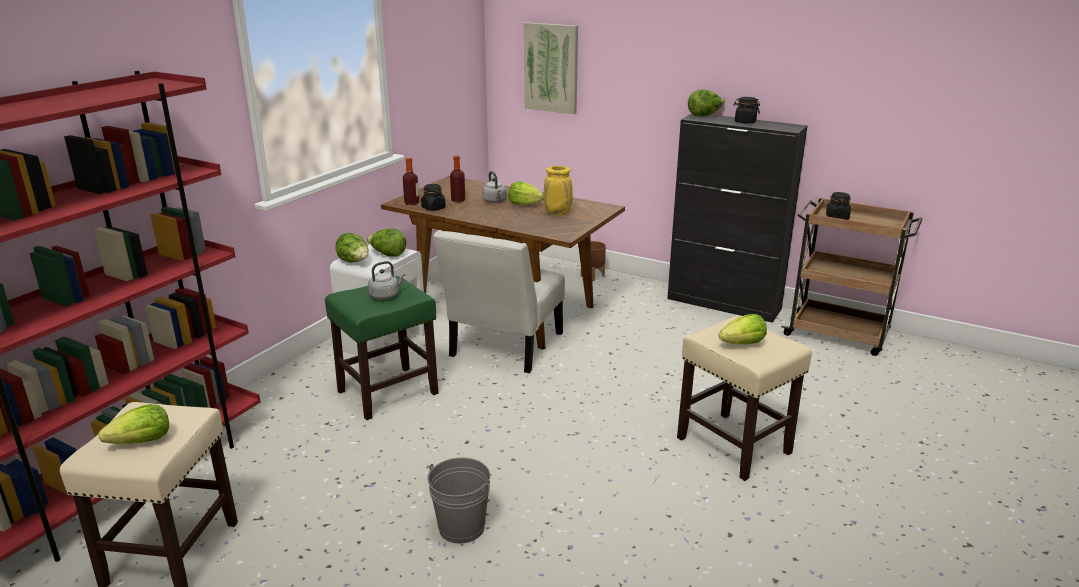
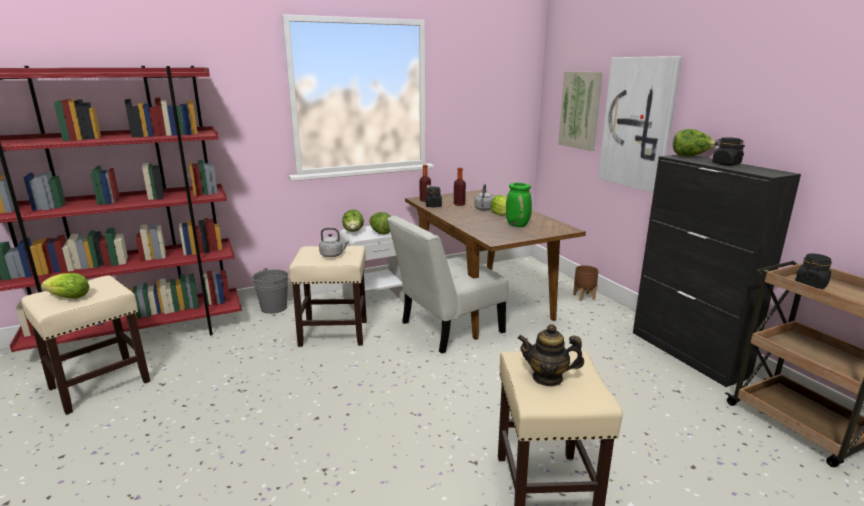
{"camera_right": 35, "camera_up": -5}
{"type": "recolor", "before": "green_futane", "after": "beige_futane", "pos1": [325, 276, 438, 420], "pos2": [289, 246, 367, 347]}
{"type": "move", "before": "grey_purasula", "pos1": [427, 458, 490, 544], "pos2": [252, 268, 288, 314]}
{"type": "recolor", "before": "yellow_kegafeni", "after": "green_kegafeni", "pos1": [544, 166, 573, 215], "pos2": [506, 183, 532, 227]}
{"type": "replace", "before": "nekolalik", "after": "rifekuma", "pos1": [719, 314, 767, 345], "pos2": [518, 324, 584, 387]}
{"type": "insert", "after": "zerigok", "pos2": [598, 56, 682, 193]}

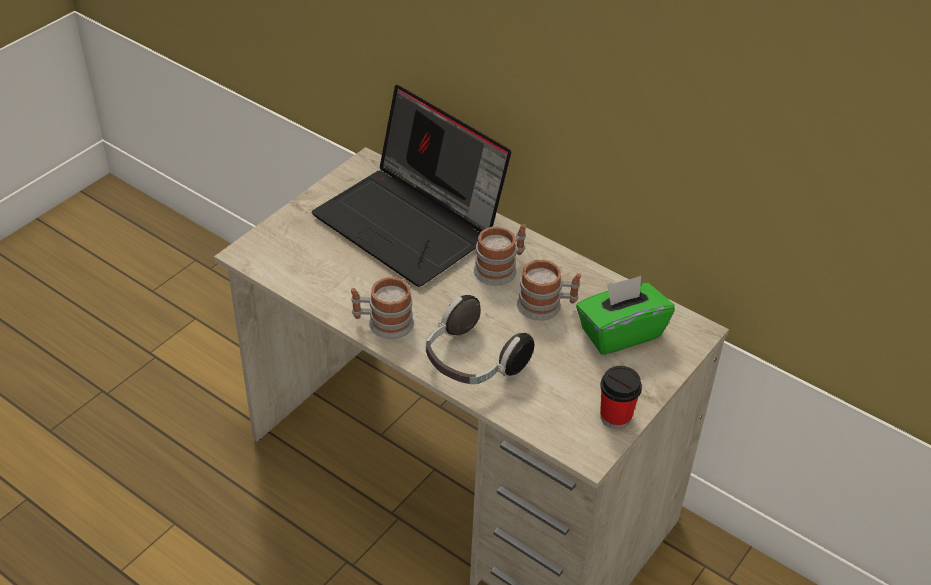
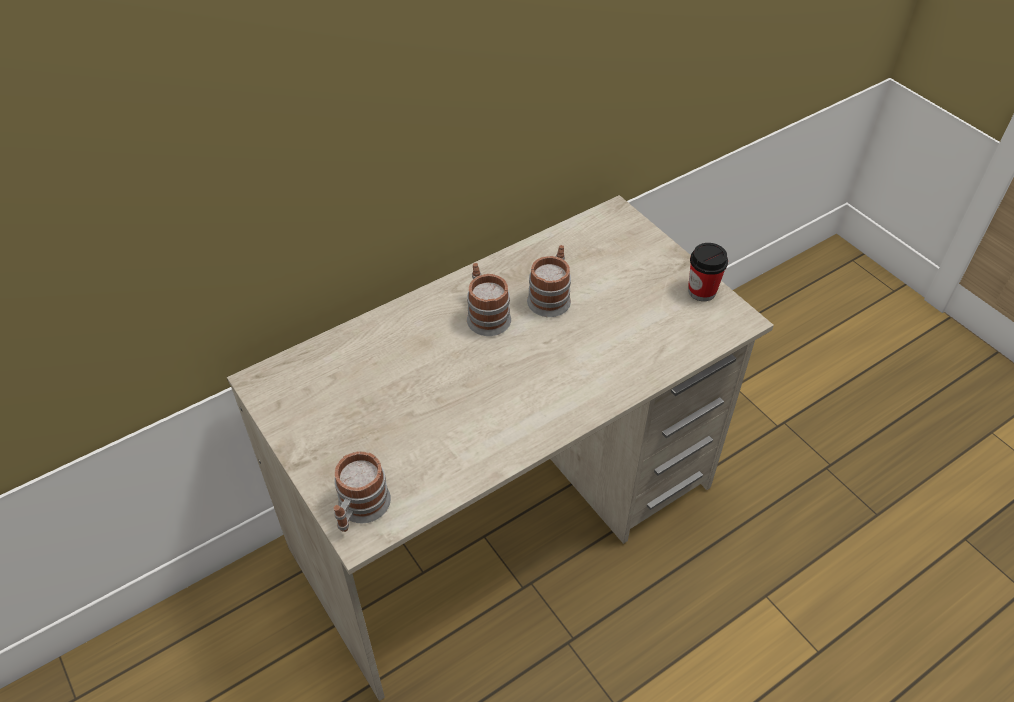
{"camera_right": -70, "camera_up": 5}
{"type": "delete", "before": "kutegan", "pos1": [312, 85, 511, 287]}
{"type": "move", "before": "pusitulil", "pos1": [351, 277, 414, 340], "pos2": [334, 451, 391, 532]}
{"type": "delete", "before": "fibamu", "pos1": [426, 295, 534, 384]}
{"type": "delete", "before": "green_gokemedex", "pos1": [576, 276, 675, 355]}

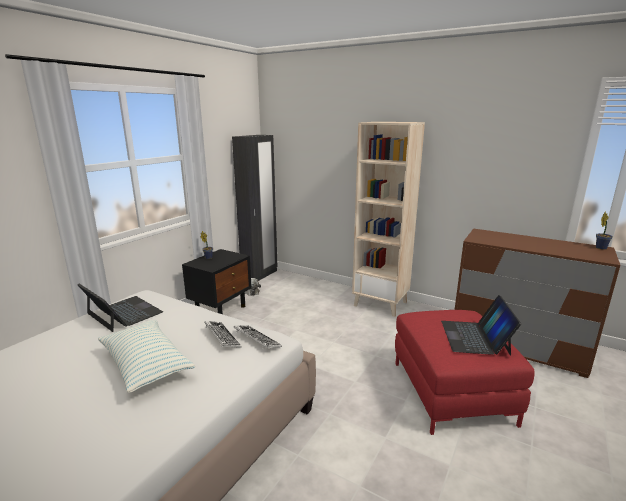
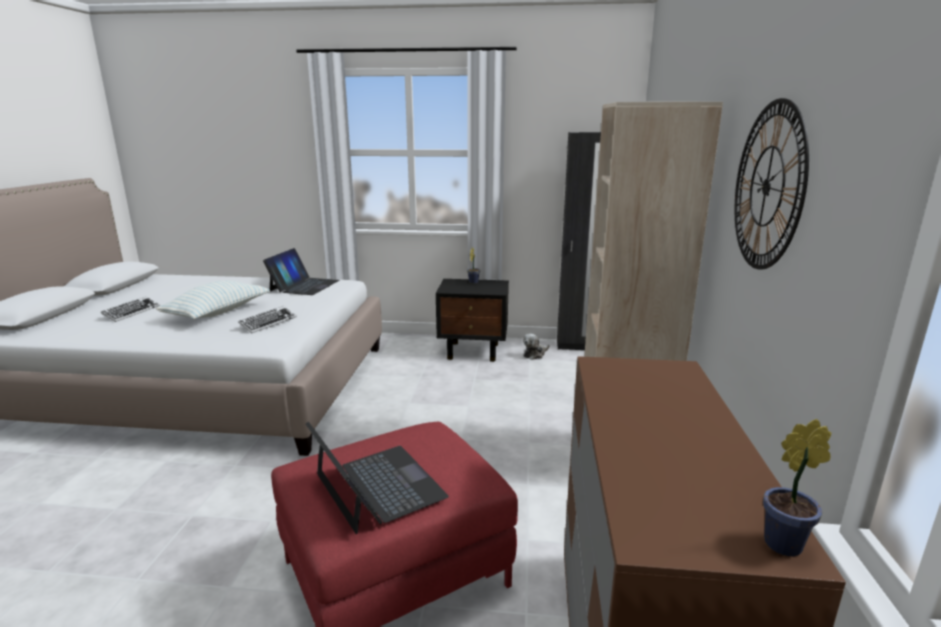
{"camera_right": 65, "camera_up": 0}
{"type": "move", "before": "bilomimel", "pos1": [233, 325, 282, 348], "pos2": [101, 297, 160, 322]}
{"type": "rotate", "before": "kutegan", "pos1": [441, 295, 521, 356], "pos2": [306, 422, 449, 534], "turn": 75}
{"type": "insert", "after": "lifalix", "pos2": [735, 98, 809, 269]}

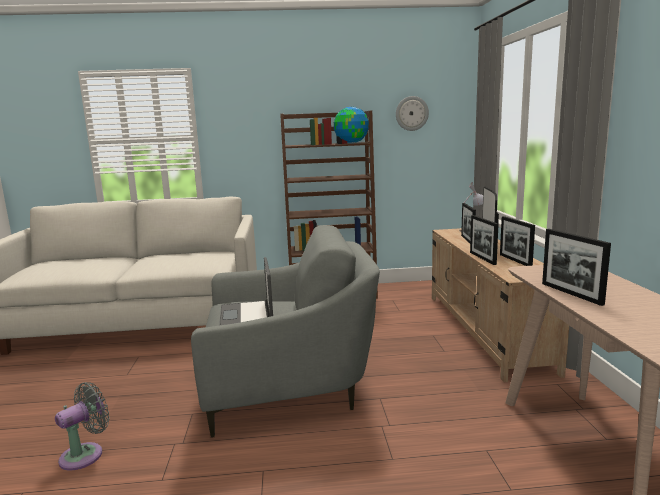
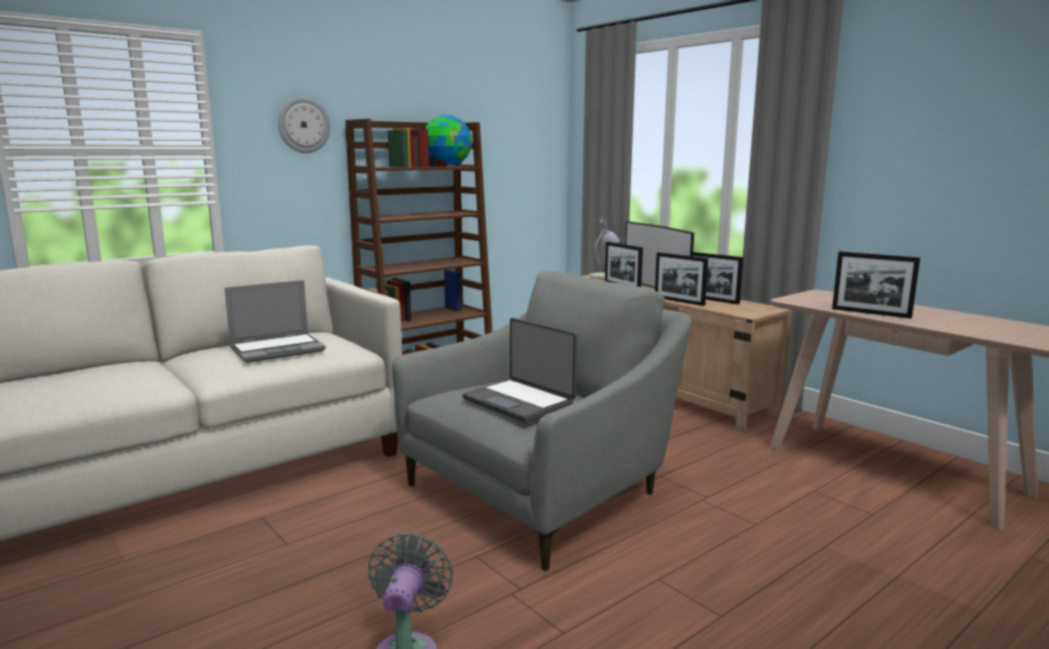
{"camera_right": -35, "camera_up": 0}
{"type": "move", "before": "lifalix", "pos1": [396, 96, 429, 131], "pos2": [278, 97, 330, 153]}
{"type": "insert", "after": "kutegan", "pos2": [225, 280, 326, 363]}

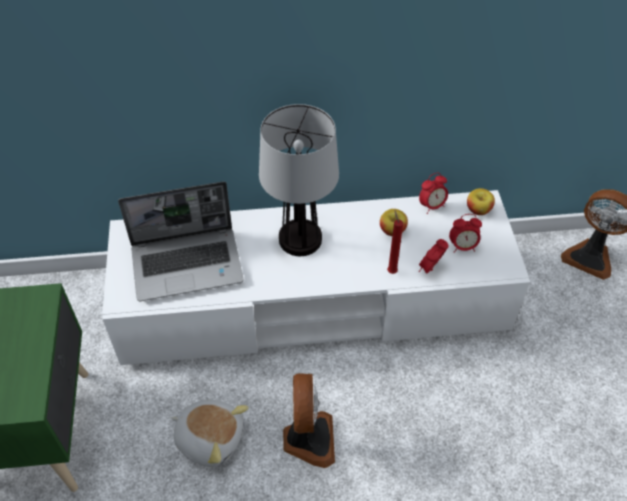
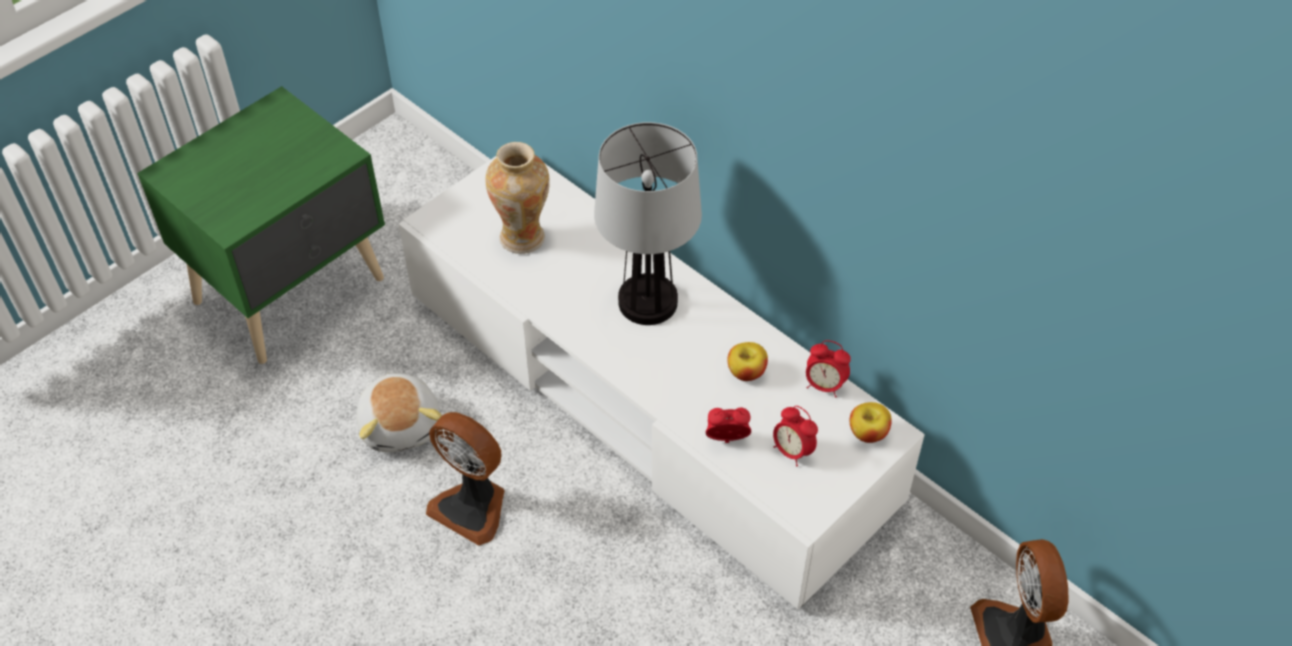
{"camera_right": 50, "camera_up": 0}
{"type": "replace", "before": "kutegan", "after": "kegafeni", "pos1": [118, 181, 244, 301], "pos2": [485, 142, 550, 254]}
{"type": "rotate", "before": "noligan", "pos1": [283, 373, 335, 468], "pos2": [426, 412, 505, 546], "turn": 75}
{"type": "delete", "before": "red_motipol", "pos1": [387, 211, 403, 274]}

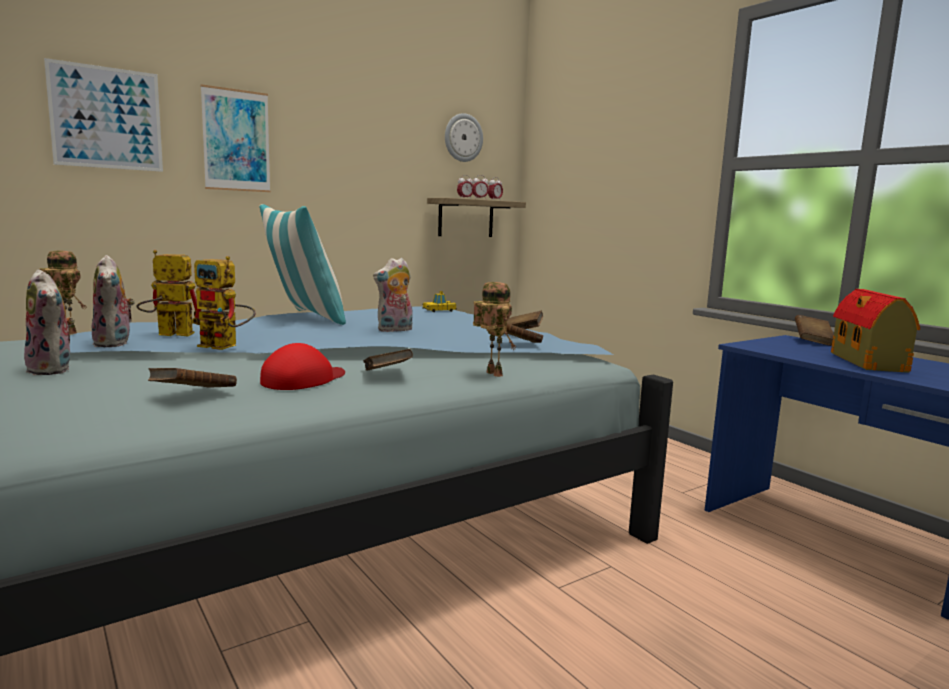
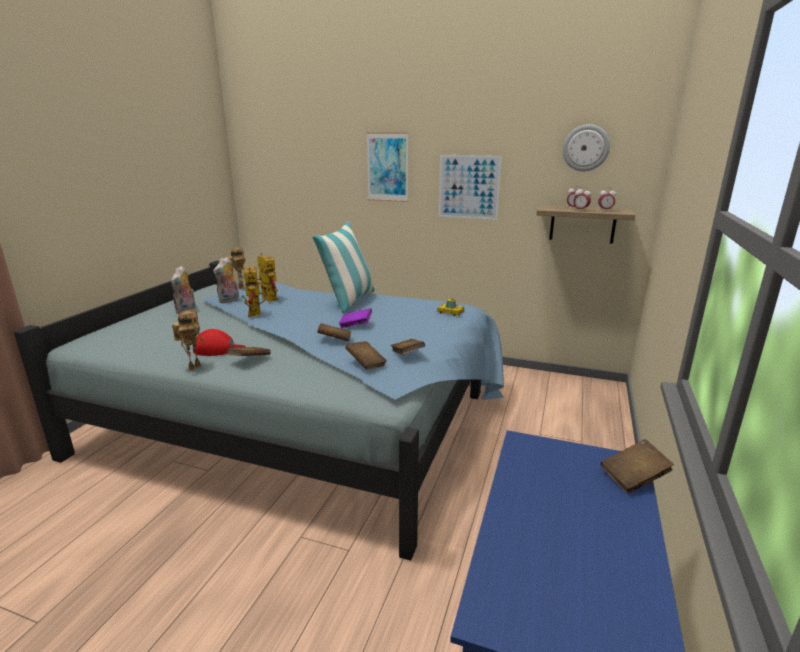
{"camera_right": 55, "camera_up": 10}
{"type": "move", "before": "zerigok", "pos1": [44, 58, 163, 172], "pos2": [438, 155, 502, 220]}
{"type": "move", "before": "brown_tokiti", "pos1": [148, 368, 237, 387], "pos2": [317, 323, 351, 341]}
{"type": "replace", "before": "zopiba", "after": "purple_tokiti", "pos1": [373, 258, 413, 332], "pos2": [339, 308, 372, 328]}
{"type": "move", "before": "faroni", "pos1": [473, 282, 516, 377], "pos2": [172, 310, 204, 371]}
{"type": "delete", "before": "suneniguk", "pos1": [831, 289, 920, 373]}

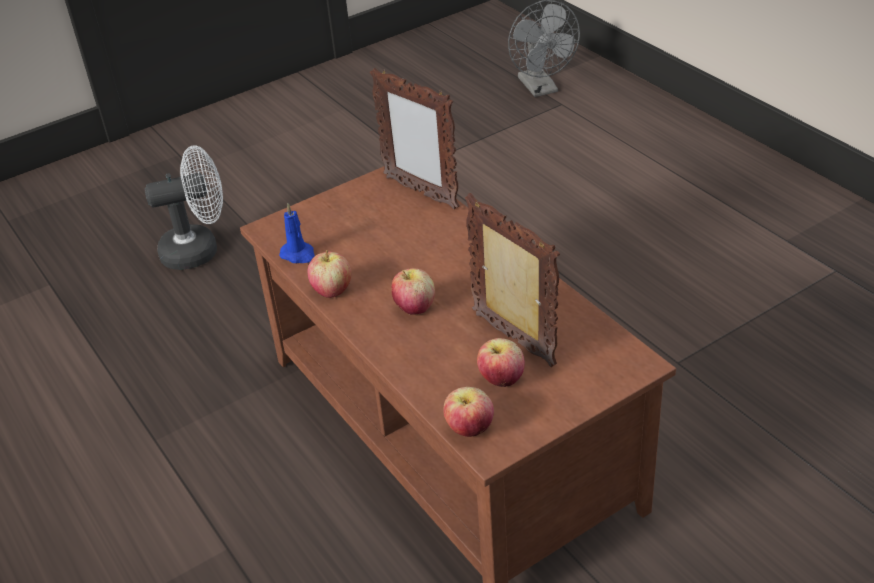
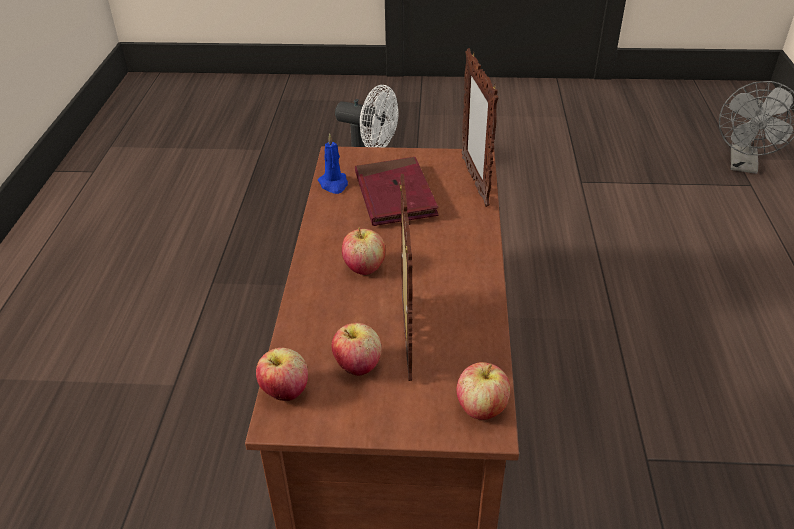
{"camera_right": 35, "camera_up": 0}
{"type": "move", "before": "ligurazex", "pos1": [307, 250, 351, 298], "pos2": [457, 362, 511, 420]}
{"type": "insert", "after": "red_tokiti", "pos2": [355, 157, 439, 226]}

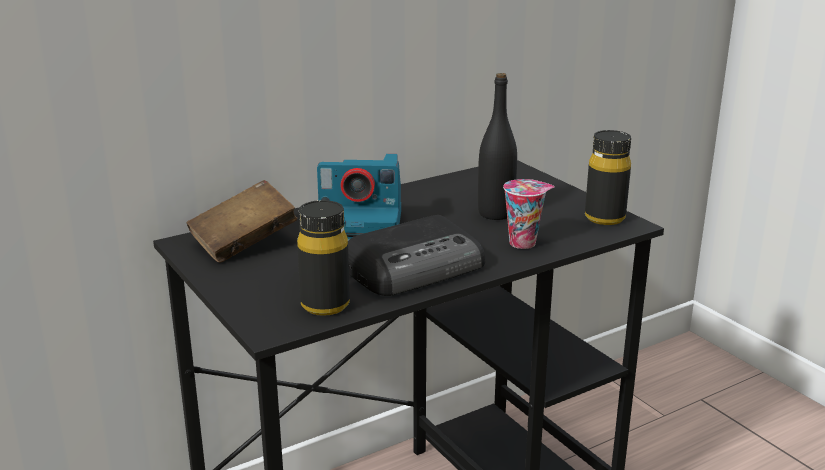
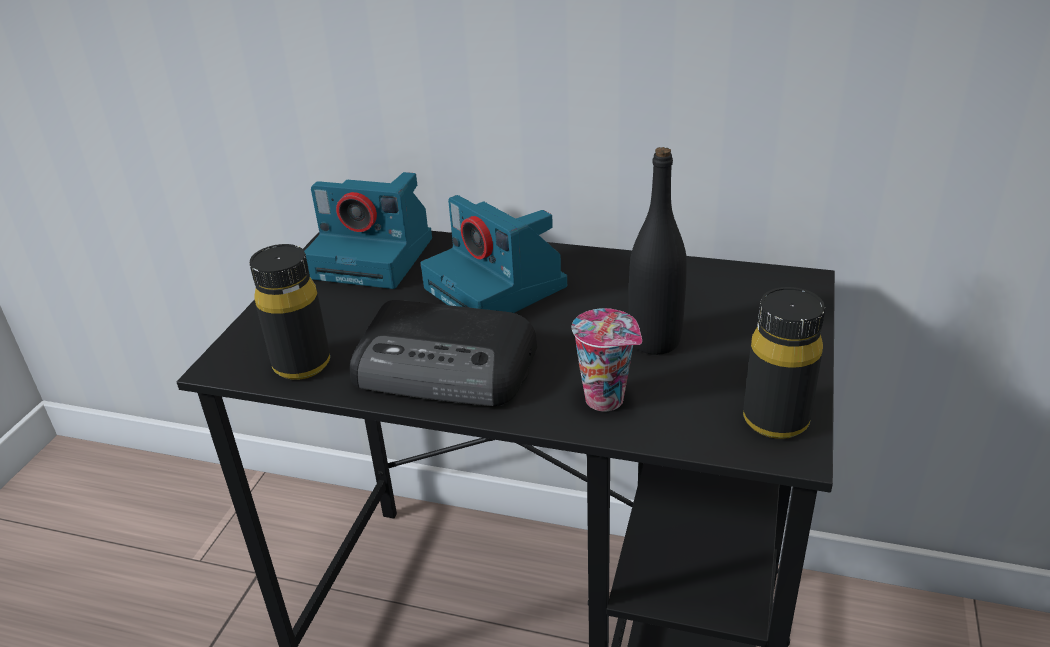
{"camera_right": 50, "camera_up": 10}
{"type": "replace", "before": "brown_tokiti", "after": "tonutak", "pos1": [187, 180, 297, 263], "pos2": [304, 172, 432, 289]}

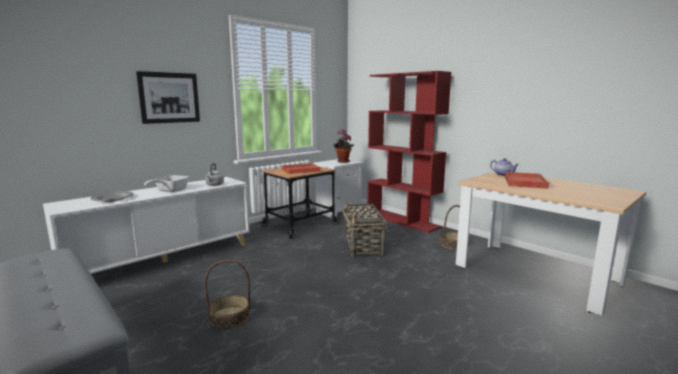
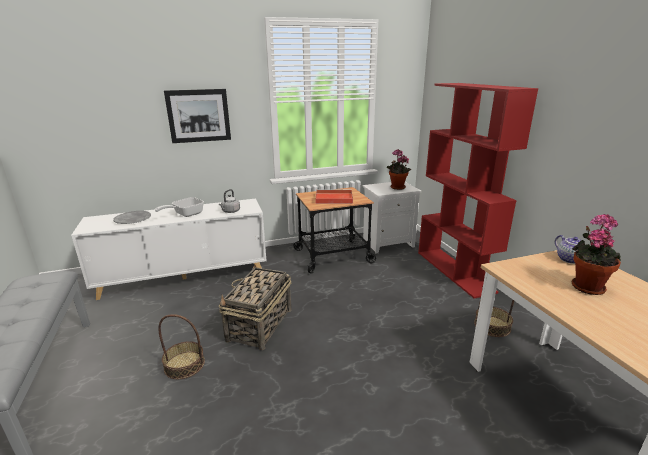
{"camera_right": 25, "camera_up": 10}
{"type": "move", "before": "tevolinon", "pos1": [342, 201, 387, 257], "pos2": [219, 263, 291, 350]}
{"type": "replace", "before": "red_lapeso", "after": "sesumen", "pos1": [505, 172, 551, 189], "pos2": [572, 214, 621, 295]}

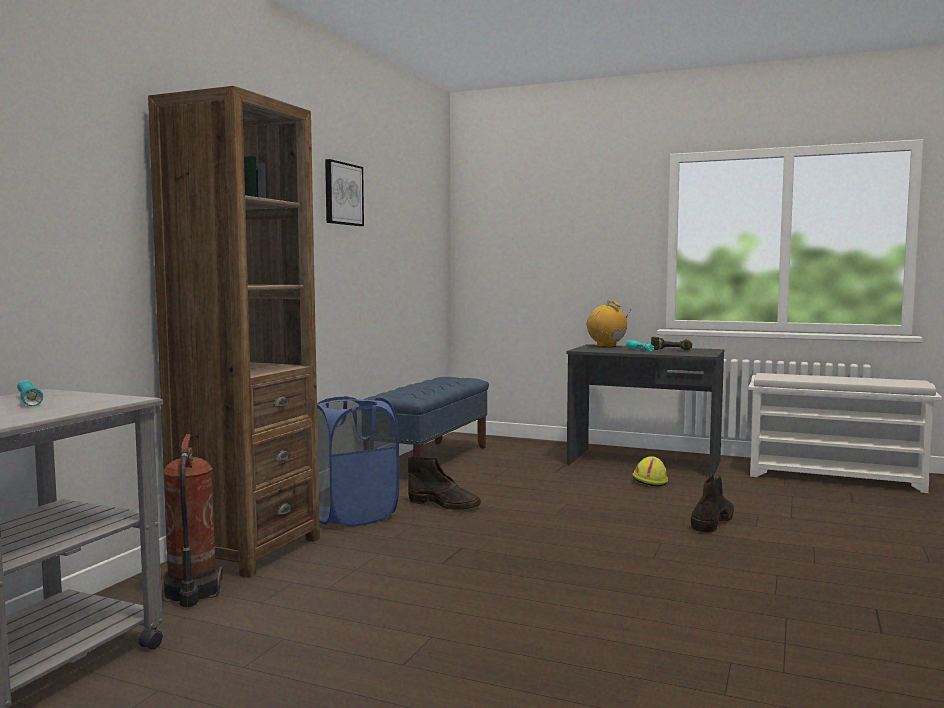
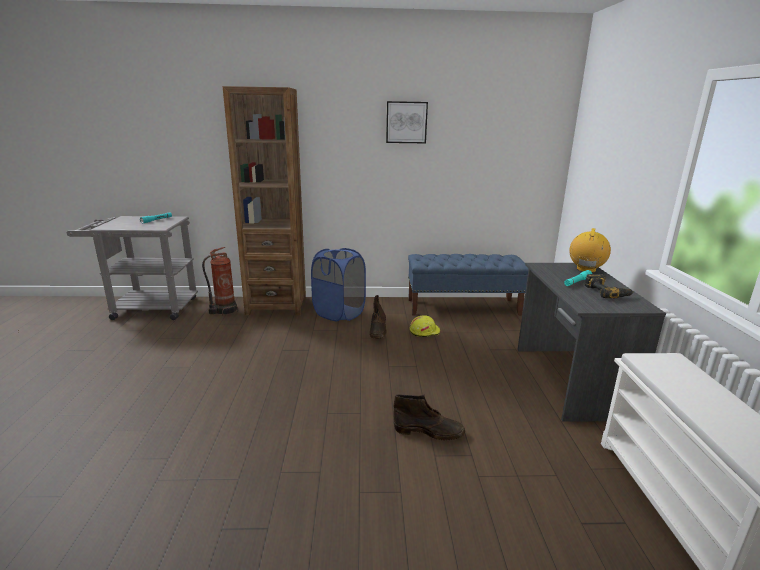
{"camera_right": 65, "camera_up": 15}
{"type": "move", "before": "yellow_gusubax", "pos1": [632, 456, 668, 486], "pos2": [410, 315, 440, 337]}

